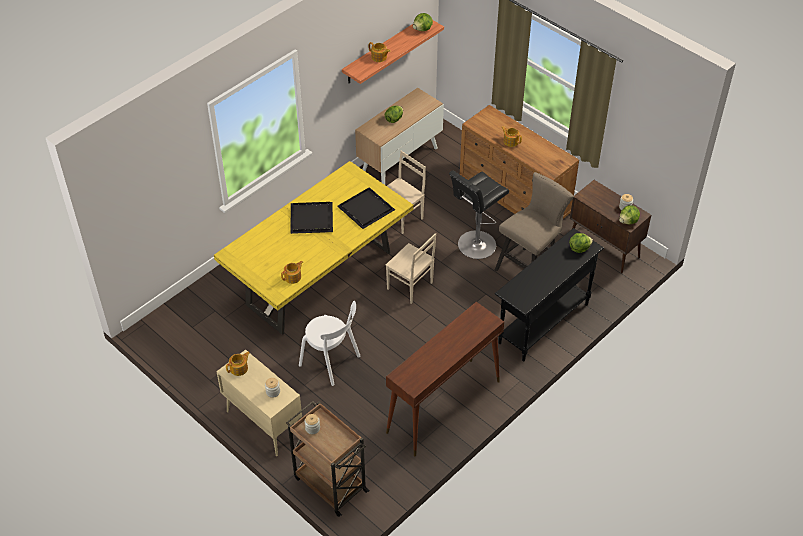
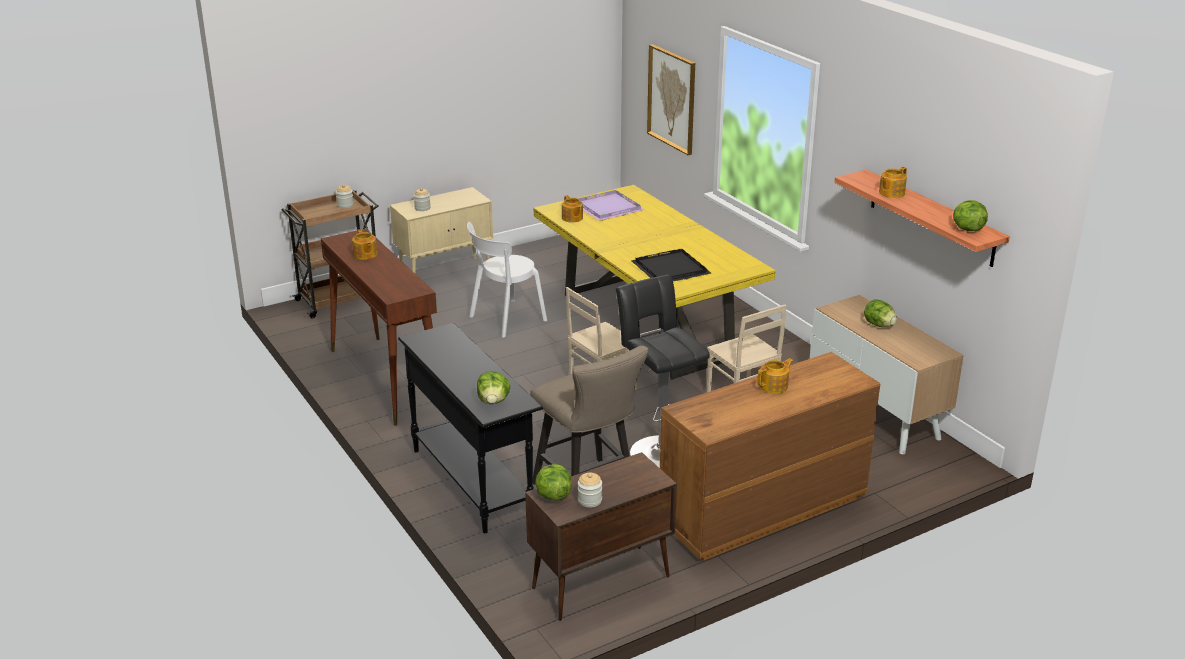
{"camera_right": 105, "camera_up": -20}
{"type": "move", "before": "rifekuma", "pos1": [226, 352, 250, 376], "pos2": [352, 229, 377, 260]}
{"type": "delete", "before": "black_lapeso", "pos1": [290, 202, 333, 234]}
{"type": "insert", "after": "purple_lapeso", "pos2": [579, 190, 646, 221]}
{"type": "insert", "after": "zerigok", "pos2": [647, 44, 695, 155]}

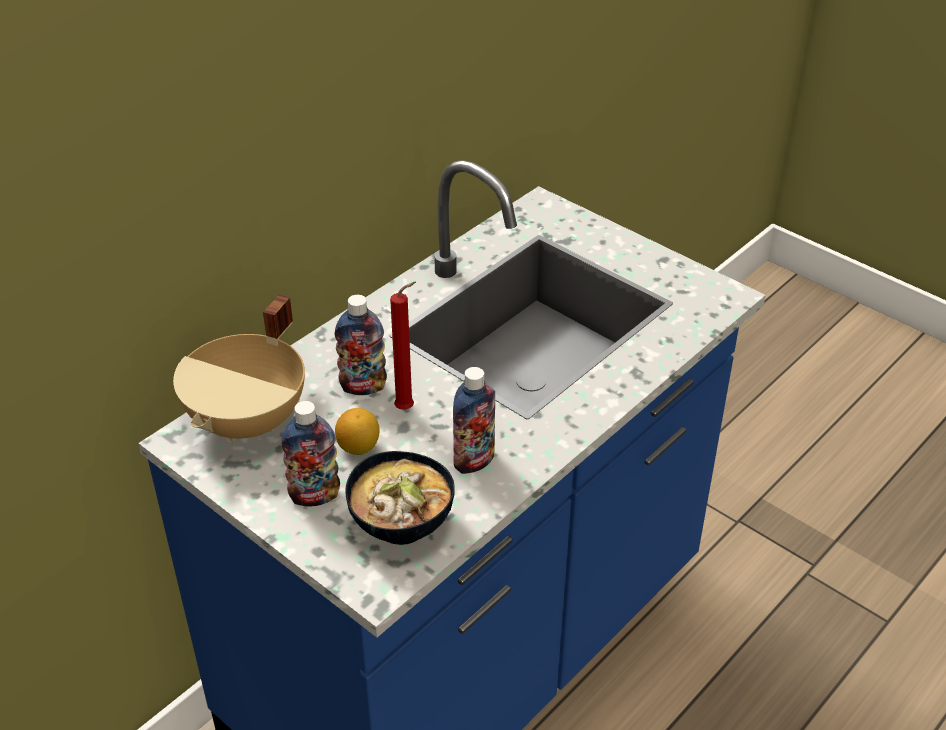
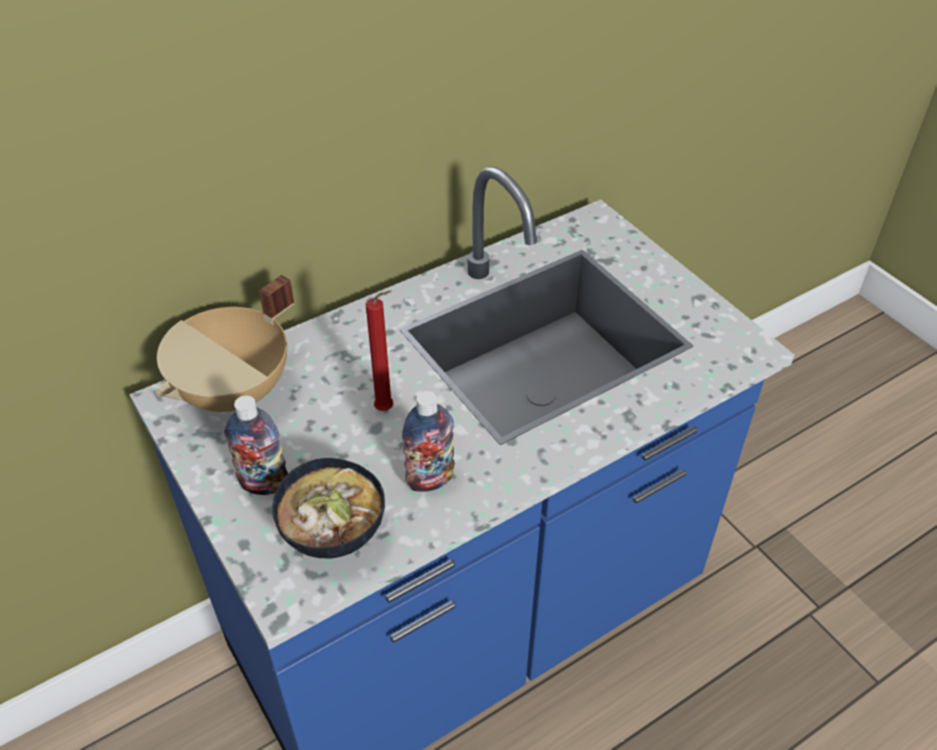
{"camera_right": 15, "camera_up": 5}
{"type": "delete", "before": "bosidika", "pos1": [335, 295, 387, 395]}
{"type": "delete", "before": "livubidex", "pos1": [335, 408, 379, 455]}

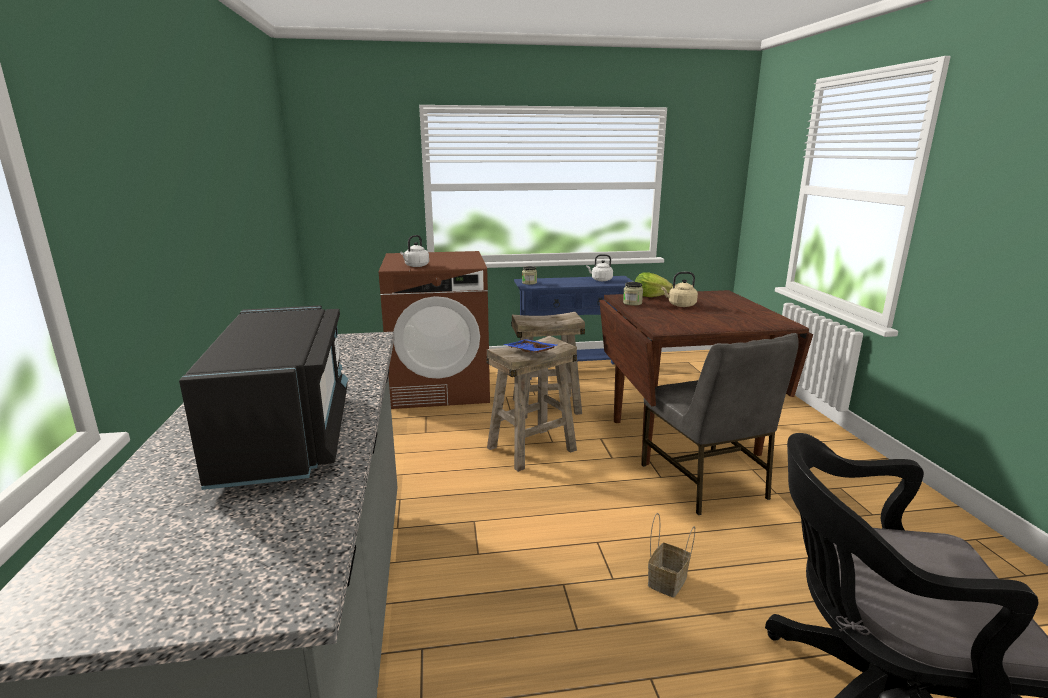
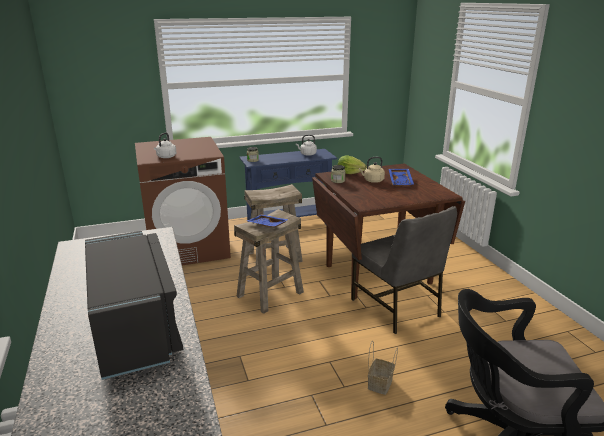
{"camera_right": -10, "camera_up": 5}
{"type": "insert", "after": "blue_lapeso", "pos2": [389, 169, 414, 187]}

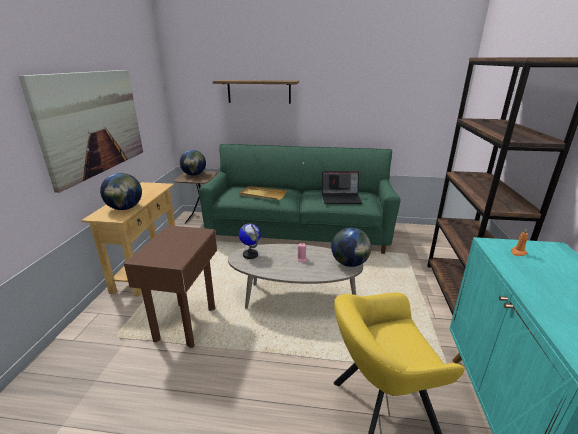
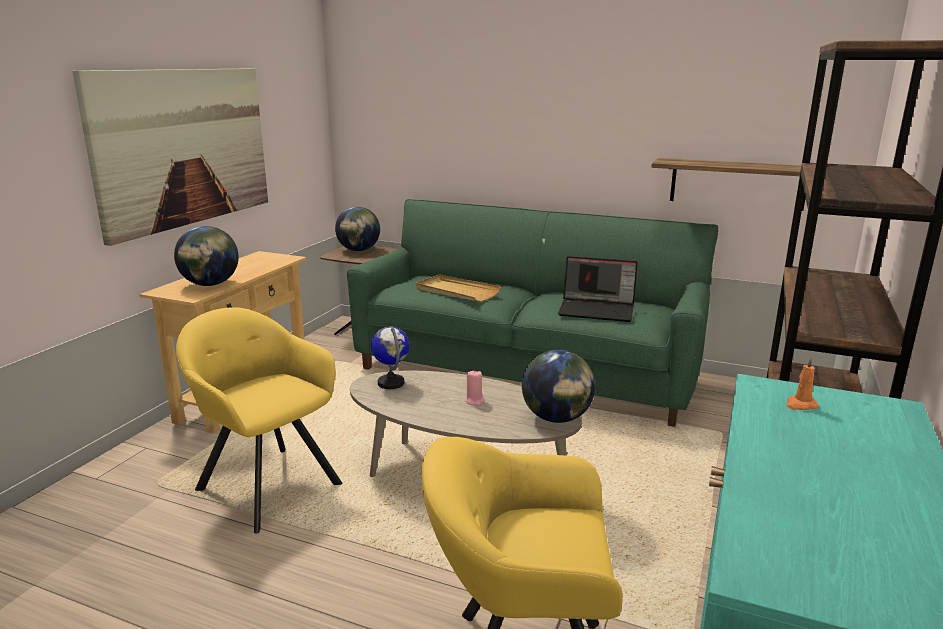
{"camera_right": 15, "camera_up": -5}
{"type": "replace", "before": "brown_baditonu", "after": "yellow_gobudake", "pos1": [124, 225, 217, 348], "pos2": [176, 307, 343, 534]}
{"type": "move", "before": "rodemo", "pos1": [213, 80, 299, 104], "pos2": [651, 158, 805, 211]}

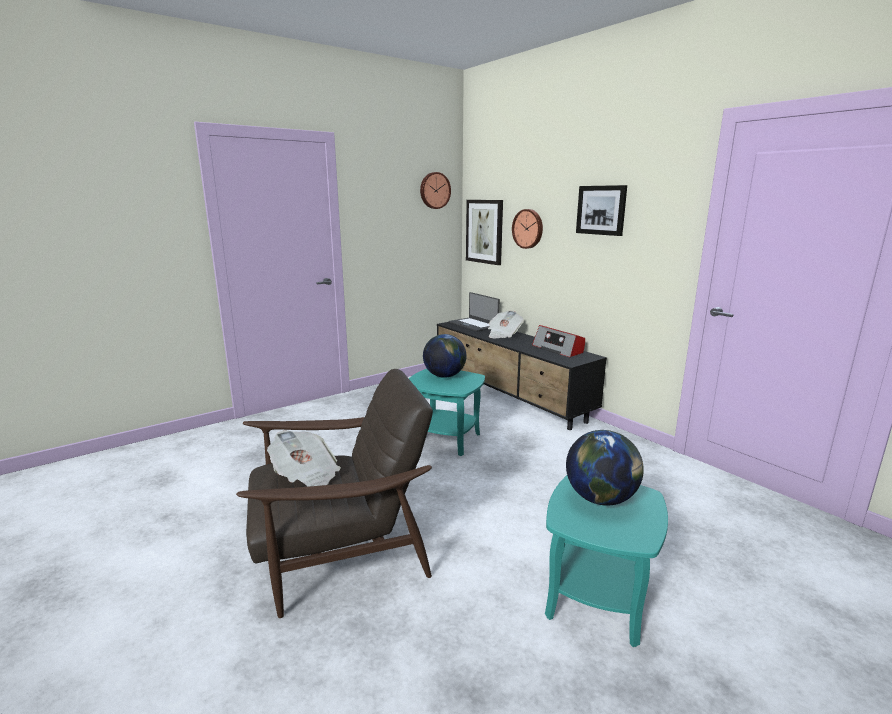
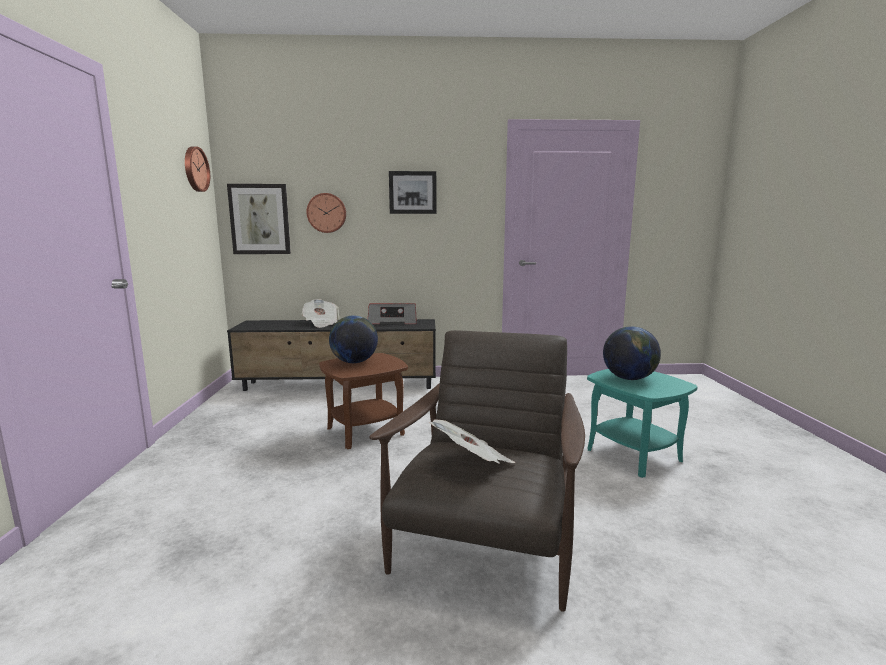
{"camera_right": -55, "camera_up": -5}
{"type": "recolor", "before": "turquoise_baditonu", "after": "brown_baditonu", "pos1": [409, 369, 485, 456], "pos2": [319, 353, 408, 449]}
{"type": "delete", "before": "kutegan", "pos1": [449, 292, 500, 332]}

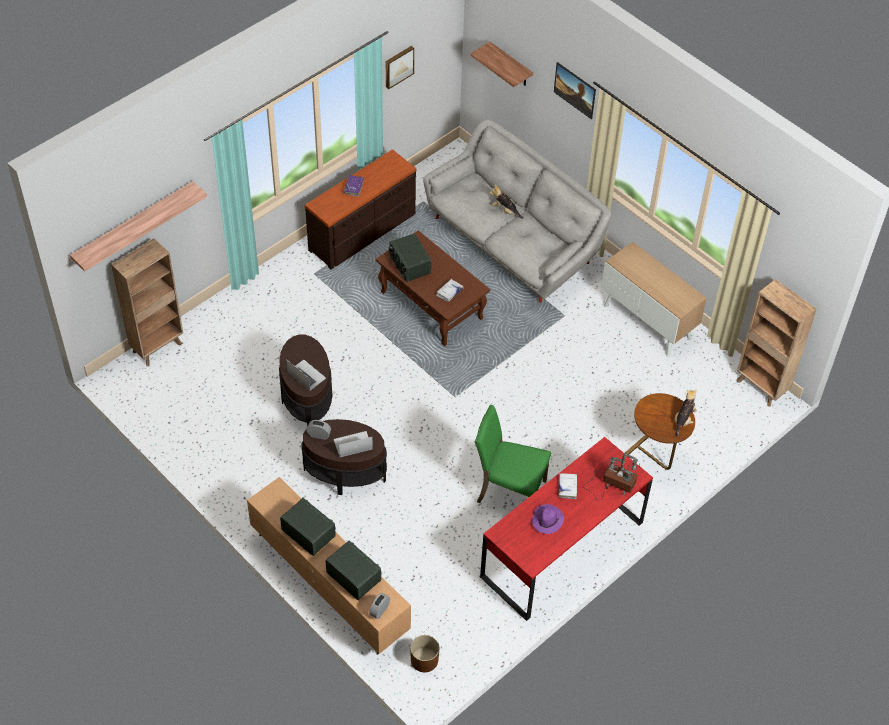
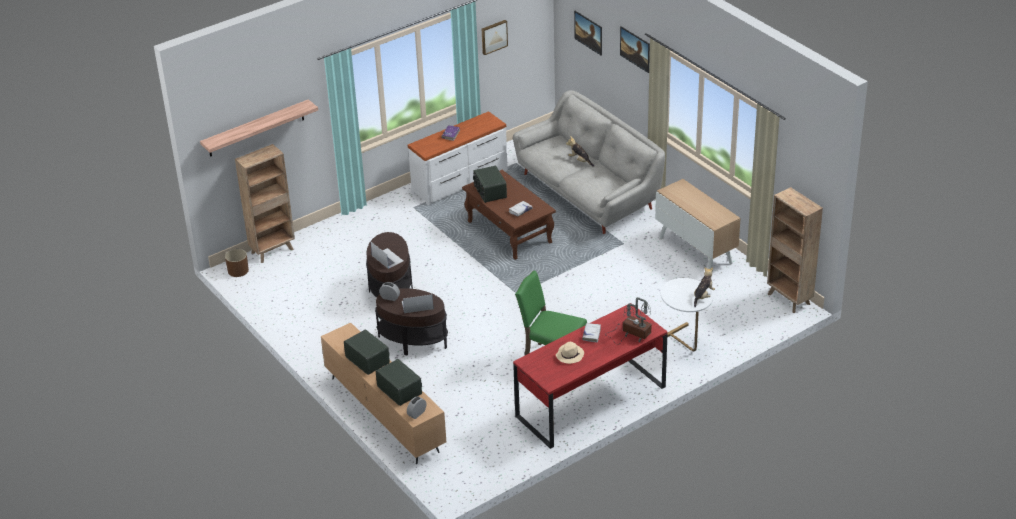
{"camera_right": 10, "camera_up": -15}
{"type": "recolor", "before": "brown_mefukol", "after": "white_mefukol", "pos1": [305, 149, 416, 269], "pos2": [408, 111, 508, 205]}
{"type": "move", "before": "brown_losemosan", "pos1": [410, 635, 439, 672], "pos2": [225, 249, 249, 277]}
{"type": "replace", "before": "rodemo", "after": "zerigok", "pos1": [470, 42, 533, 87], "pos2": [574, 11, 602, 56]}
{"type": "recolor", "before": "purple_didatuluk", "after": "beige_didatuluk", "pos1": [532, 504, 564, 534], "pos2": [556, 342, 584, 364]}
{"type": "recolor", "before": "brown_baditonu", "after": "white_baditonu", "pos1": [625, 393, 695, 470], "pos2": [661, 278, 713, 351]}

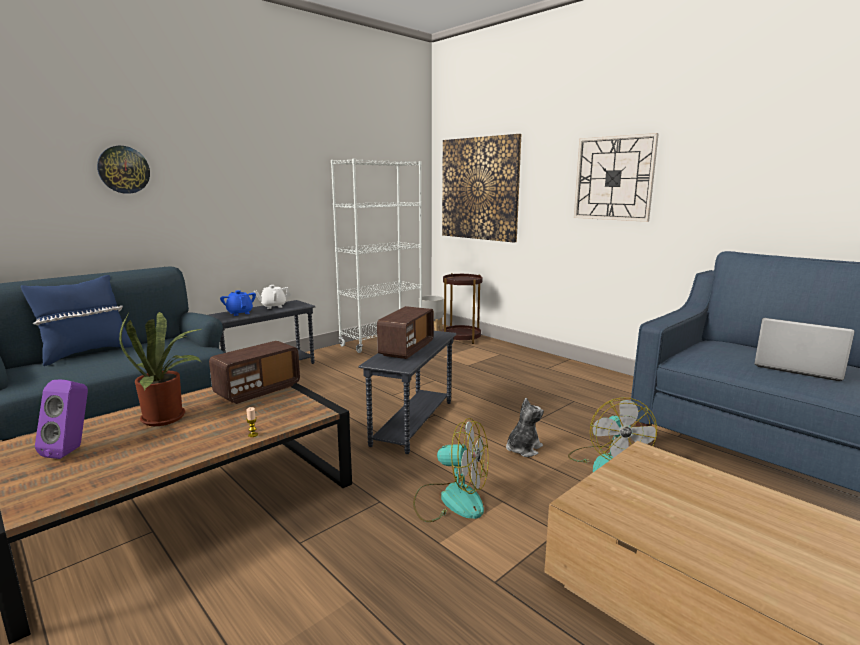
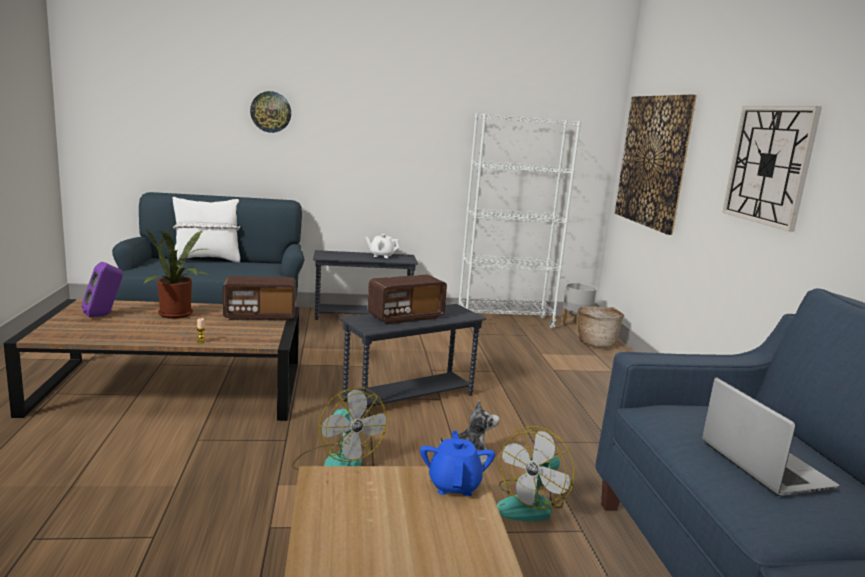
{"camera_right": 35, "camera_up": 0}
{"type": "recolor", "before": "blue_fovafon", "after": "white_fovafon", "pos1": [21, 275, 132, 366], "pos2": [173, 197, 240, 263]}
{"type": "move", "before": "blue_rifekuma", "pos1": [220, 290, 256, 316], "pos2": [420, 431, 495, 496]}
{"type": "replace", "before": "brown_baditonu", "after": "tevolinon", "pos1": [443, 273, 483, 344], "pos2": [578, 306, 624, 347]}

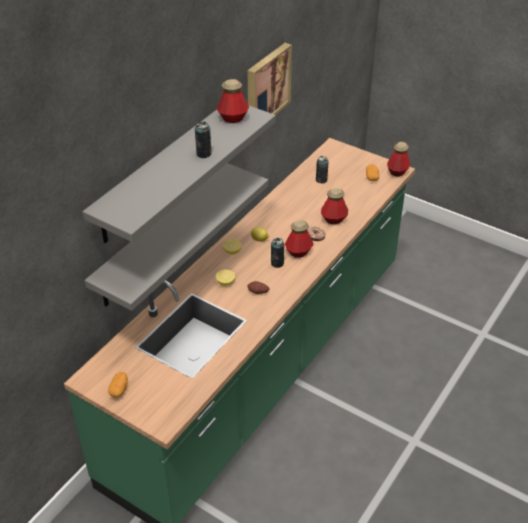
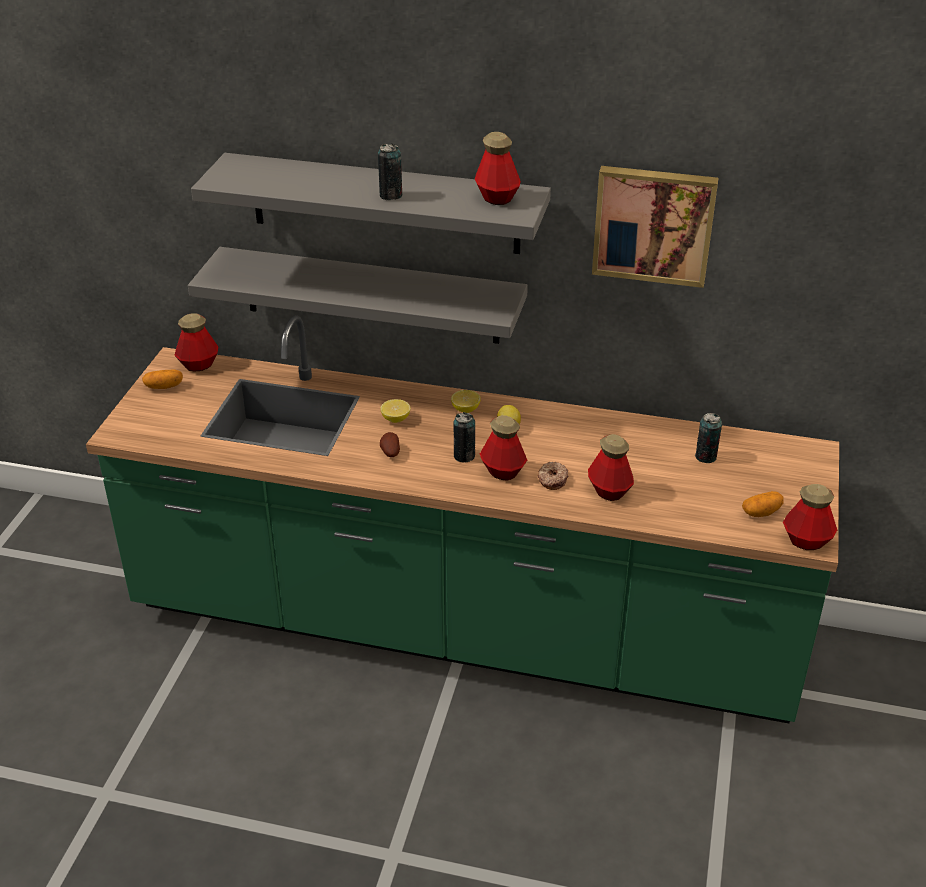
{"camera_right": 70, "camera_up": -5}
{"type": "insert", "after": "bosidika", "pos2": [174, 313, 218, 372]}

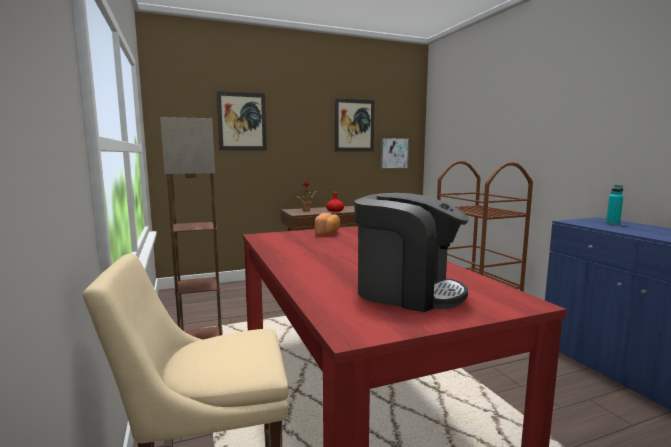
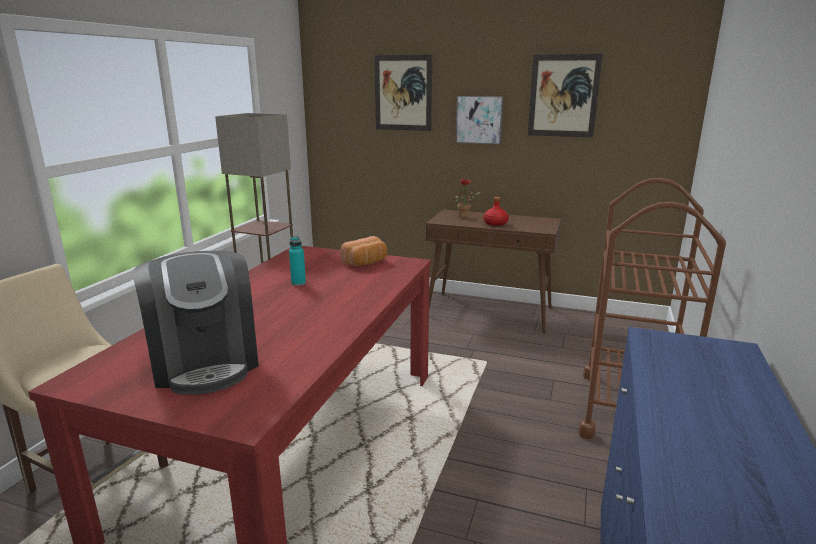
{"camera_right": 40, "camera_up": 10}
{"type": "move", "before": "zerigok", "pos1": [381, 138, 409, 169], "pos2": [456, 96, 503, 144]}
{"type": "move", "before": "turquoise_bosidika", "pos1": [606, 185, 623, 225], "pos2": [289, 236, 306, 286]}

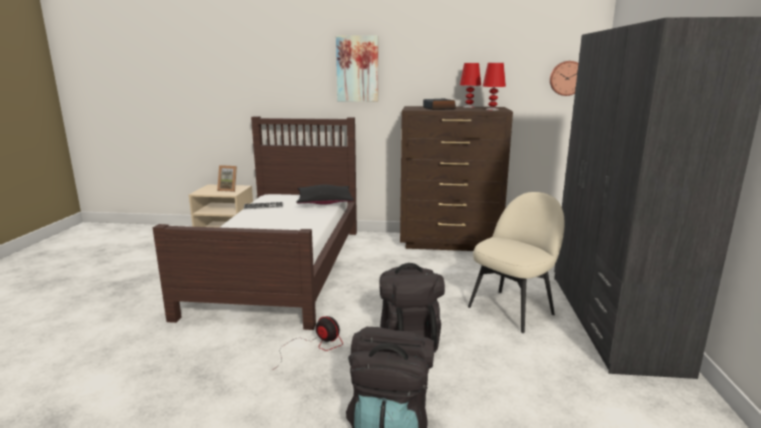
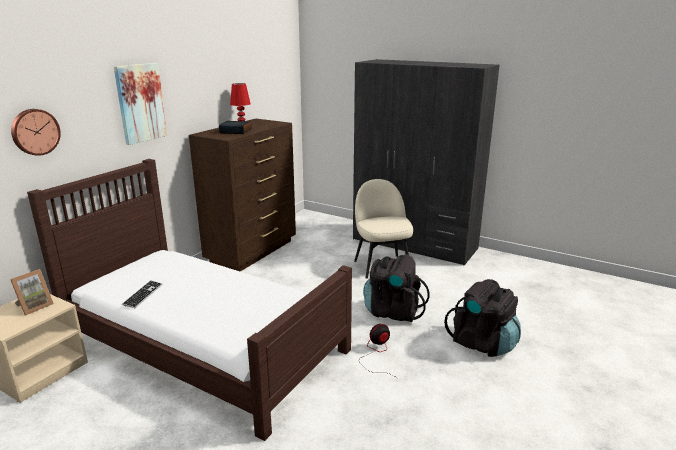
{"camera_right": -65, "camera_up": 5}
{"type": "delete", "before": "black_fovafon", "pos1": [297, 184, 354, 205]}
{"type": "delete", "before": "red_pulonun", "pos1": [483, 63, 506, 111]}
{"type": "move", "before": "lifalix", "pos1": [550, 61, 578, 96], "pos2": [11, 109, 61, 156]}

